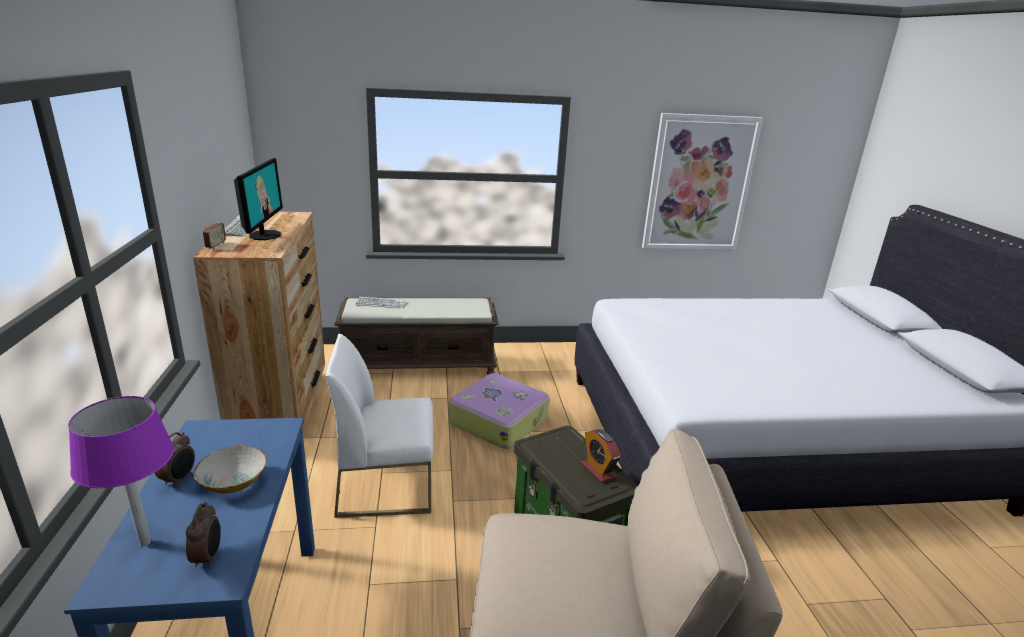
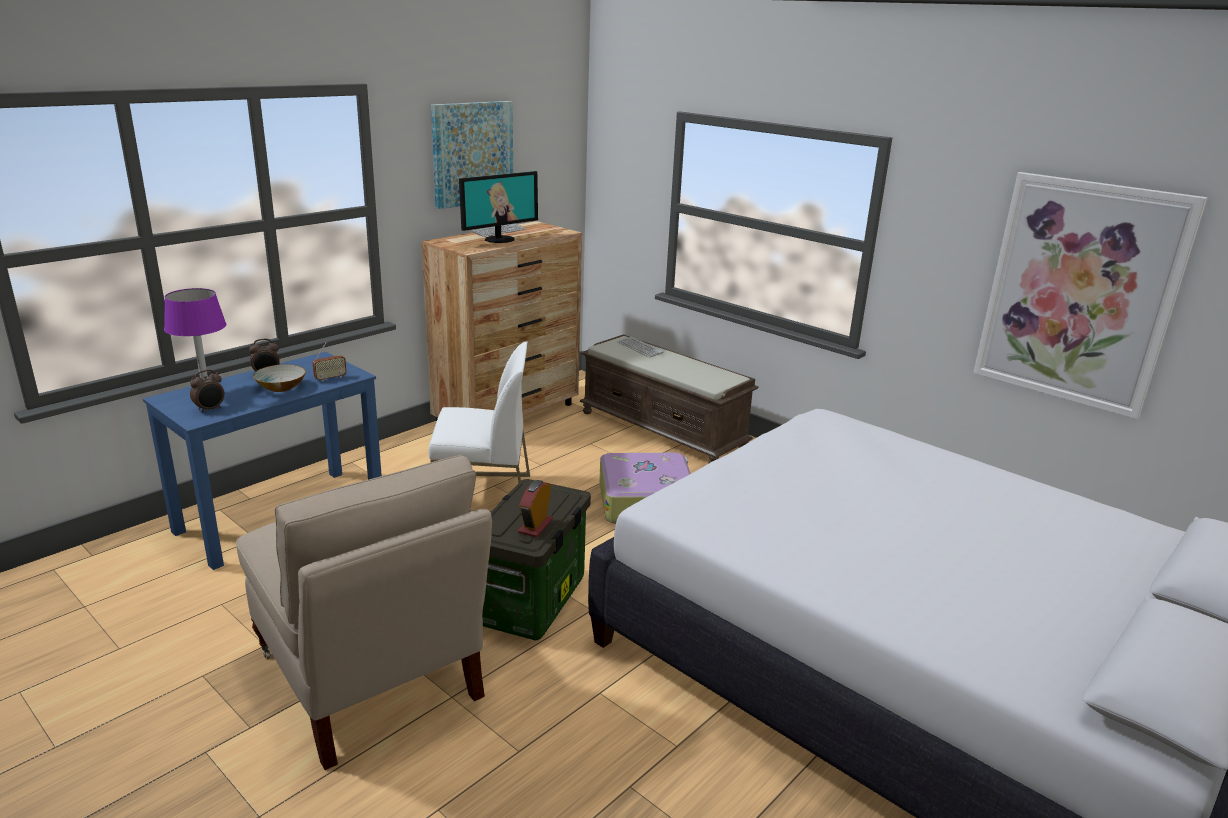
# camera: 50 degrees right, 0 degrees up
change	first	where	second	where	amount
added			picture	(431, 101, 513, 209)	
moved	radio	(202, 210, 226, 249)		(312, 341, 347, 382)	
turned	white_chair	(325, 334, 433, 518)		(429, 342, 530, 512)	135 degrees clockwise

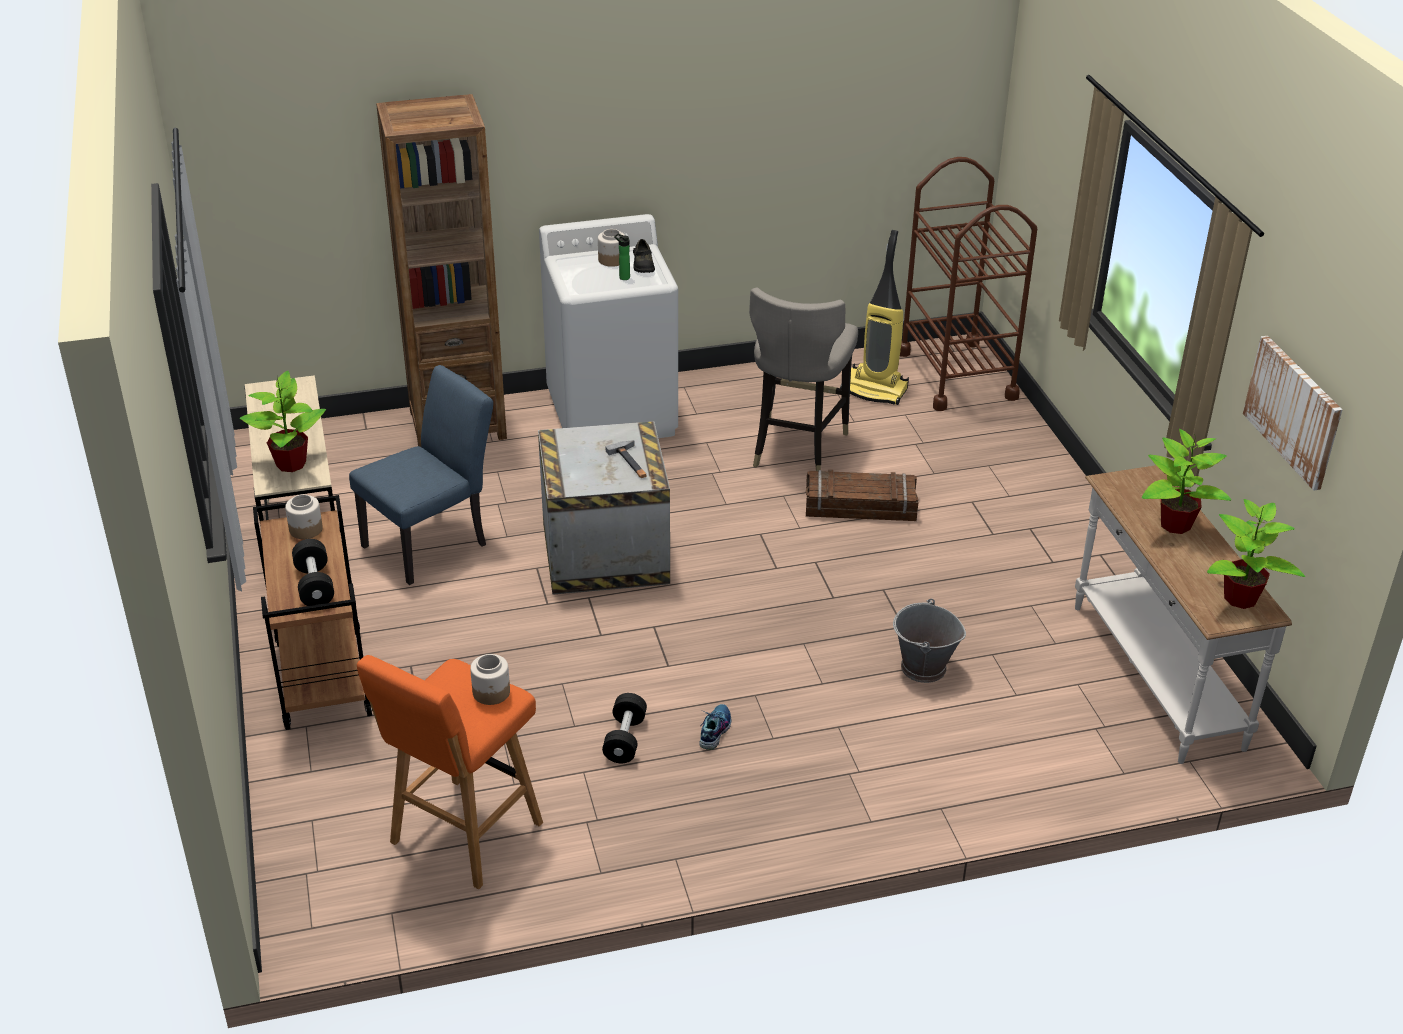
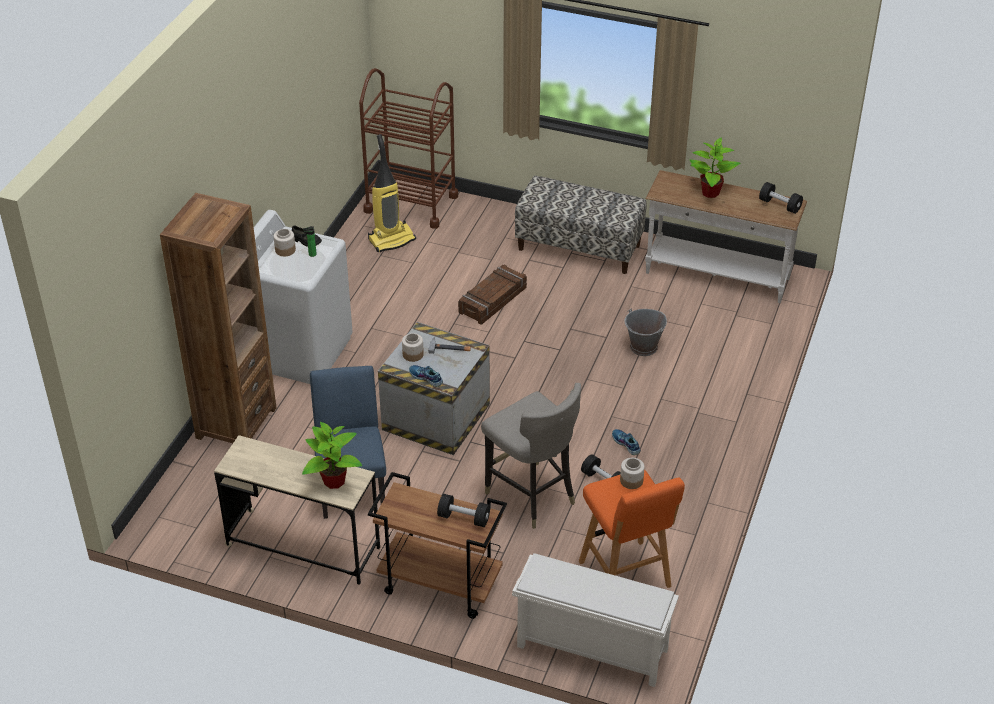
# camera: 55 degrees left, 5 degrees up
change	first	where	second	where	amount
removed	picture	(1243, 336, 1342, 491)			
added			shoe	(409, 365, 443, 387)	
added			white_shoe_rack	(512, 553, 679, 687)	
added			bench	(515, 176, 646, 274)	
moved	jar	(285, 494, 323, 539)		(402, 333, 424, 362)	
moved	grey_stool	(749, 287, 858, 471)		(481, 383, 581, 529)	
replaced	potted_plant	(1207, 499, 1305, 609)	black_dumbbell	(759, 182, 803, 214)	

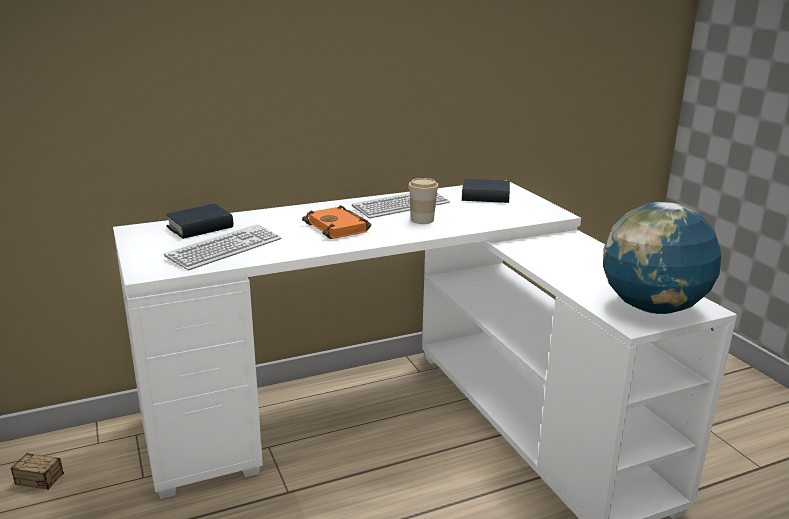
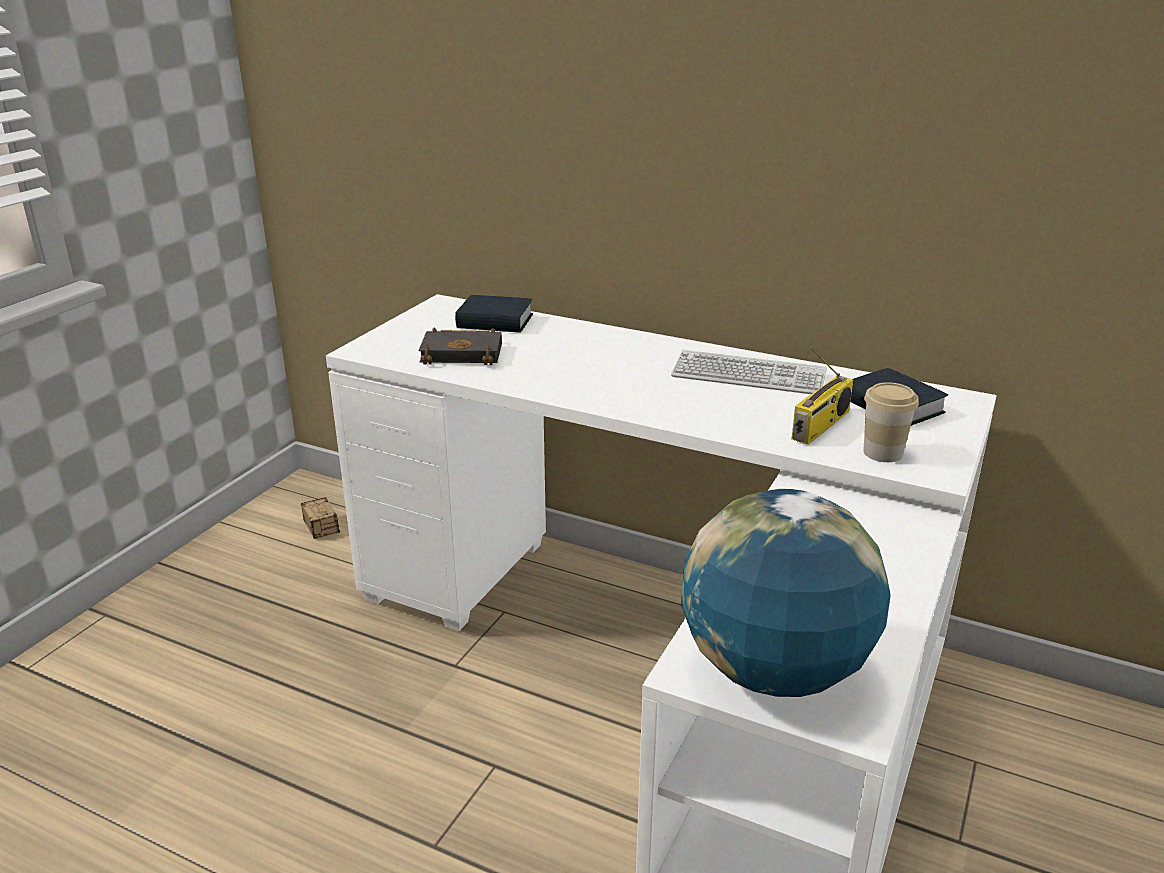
# camera: 50 degrees right, 5 degrees up
change	first	where	second	where	amount
removed	orange_book	(302, 205, 371, 239)			
added			radio	(792, 347, 853, 445)	
moved	cup	(408, 178, 439, 224)		(863, 382, 919, 462)	
replaced	keyboard	(164, 224, 281, 270)	black_book	(419, 328, 502, 365)	

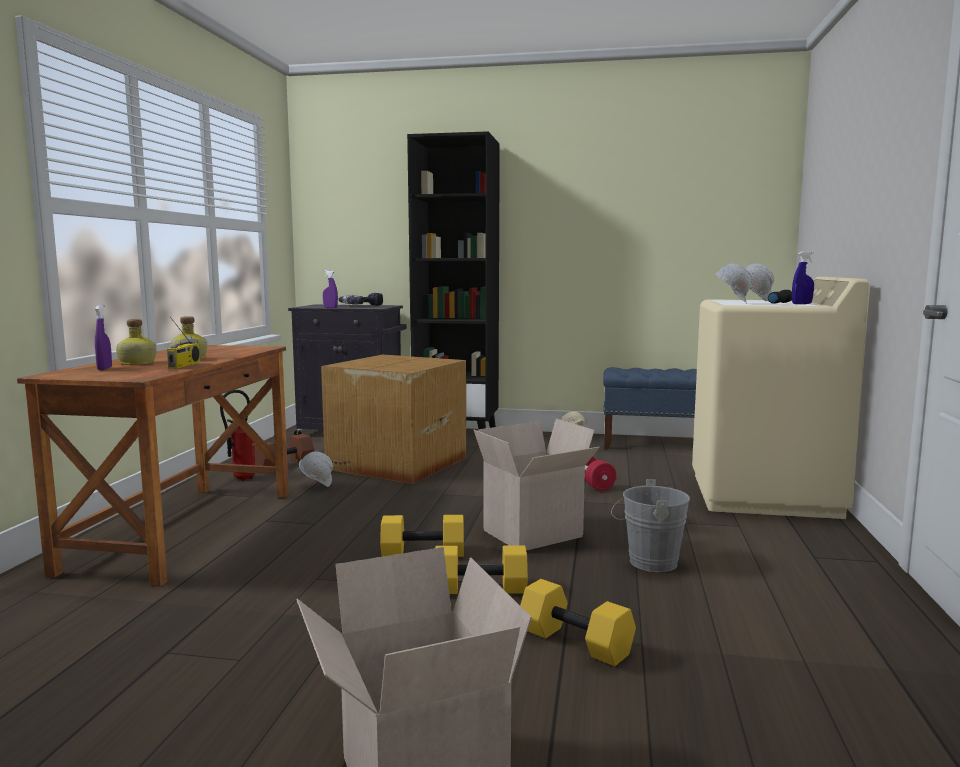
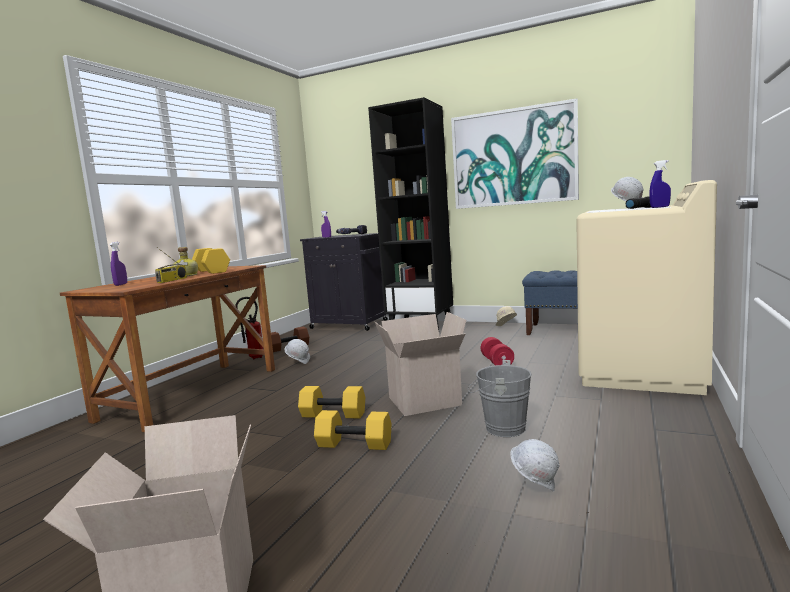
# camera: 15 degrees right, 0 degrees up
change	first	where	second	where	amount
removed	bottle	(116, 319, 156, 365)			
removed	cardboard_box	(321, 355, 466, 484)			
added			picture	(451, 98, 579, 209)	
moved	yellow_dumbbell	(520, 579, 636, 666)		(192, 248, 230, 274)	
moved	white_hard_hat	(715, 264, 752, 304)		(510, 439, 560, 492)	

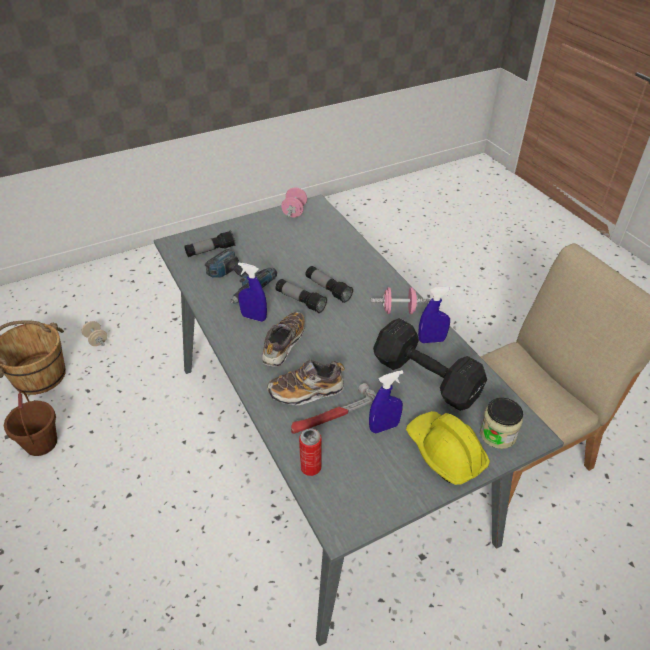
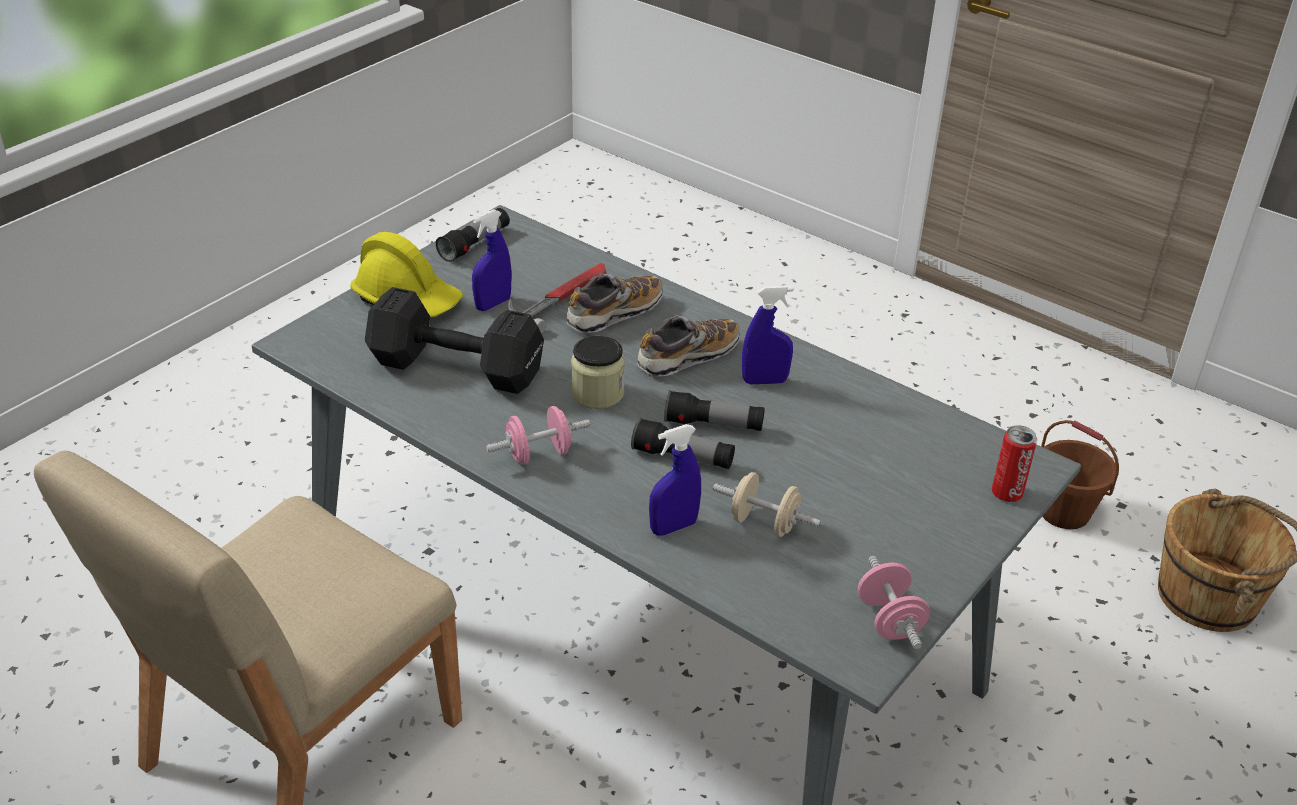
# camera: 155 degrees right, 5 degrees down
change	first	where	second	where	amount
removed	power_drill	(205, 249, 277, 304)			
moved	beige_dumbbell	(81, 321, 107, 346)		(713, 472, 821, 537)	
moved	flashlight	(184, 231, 236, 257)		(436, 208, 510, 262)	
moved	can	(299, 429, 322, 476)		(992, 425, 1037, 502)	
moved	blue_spray_bottle	(418, 286, 453, 343)		(649, 424, 701, 536)	
moved	jar	(480, 398, 523, 449)		(571, 336, 625, 409)	
turned	shoe	(262, 312, 305, 367)		(637, 315, 739, 376)	120 degrees counterclockwise

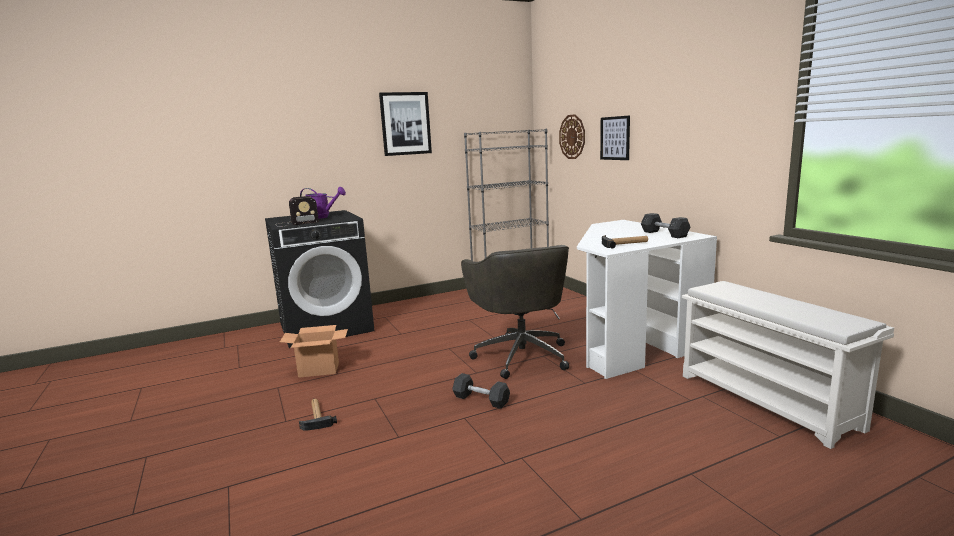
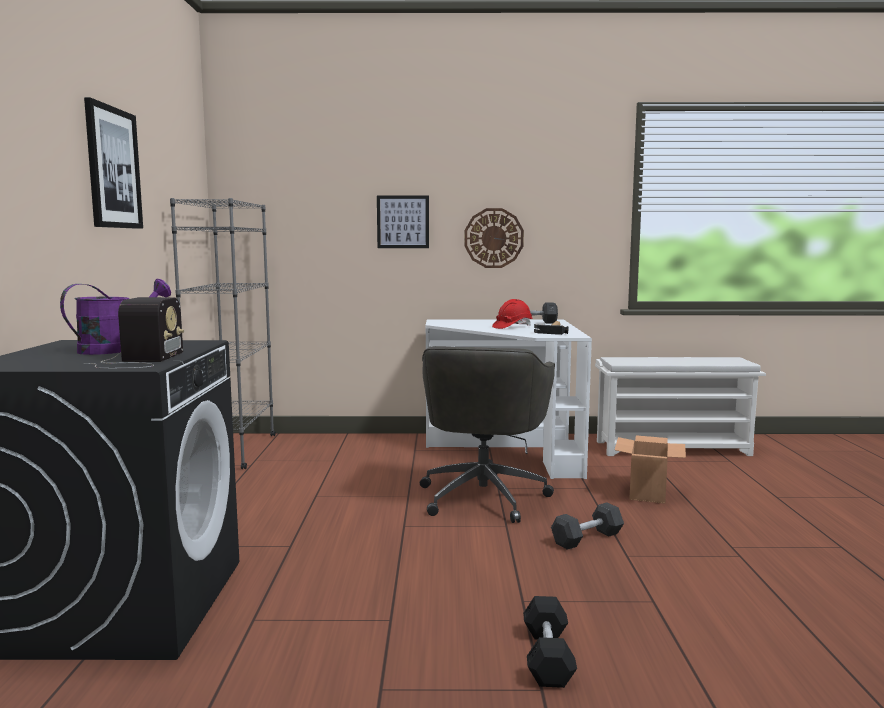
# camera: 65 degrees left, 5 degrees down
change	first	where	second	where	amount
added			red_hard_hat	(492, 299, 532, 329)	
moved	cardboard_box	(280, 325, 348, 378)		(615, 435, 686, 504)	
moved	wall_clock	(559, 114, 585, 159)		(464, 208, 524, 268)	
replaced	hammer	(299, 399, 337, 431)	black_dumbbell	(523, 596, 577, 688)	
turned	grey_office_chair	(461, 245, 569, 379)		(420, 346, 555, 523)	90 degrees clockwise

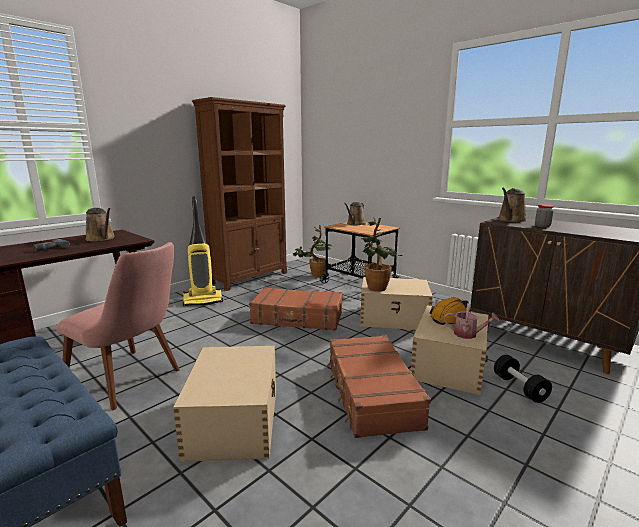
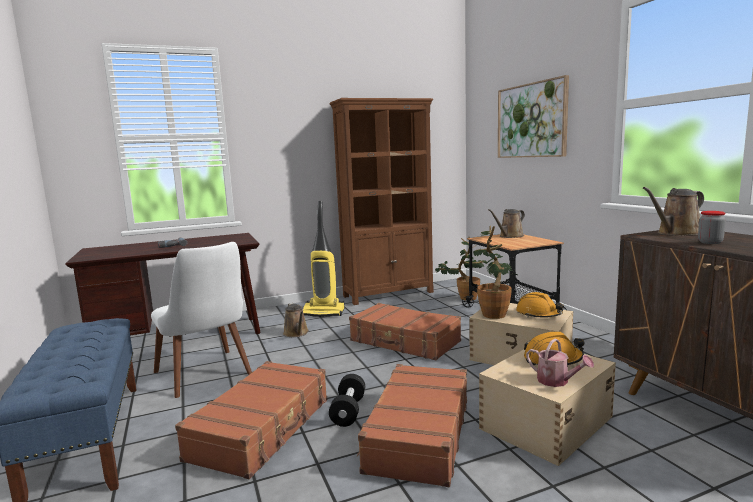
# camera: 25 degrees right, 5 degrees down
change	first	where	second	where	amount
added			picture	(498, 75, 569, 158)	
added			orange_hard_hat	(516, 292, 564, 318)	
moved	brown_watering_can	(85, 208, 115, 241)		(283, 303, 309, 337)	
moved	black_dumbbell	(494, 355, 552, 403)		(329, 374, 365, 427)	
replaced	beige_storage_box	(173, 346, 276, 462)	brown_suitcase	(175, 361, 327, 479)	
recoloured	pink_chair	(56, 242, 180, 410)	white_chair	(151, 242, 252, 398)	

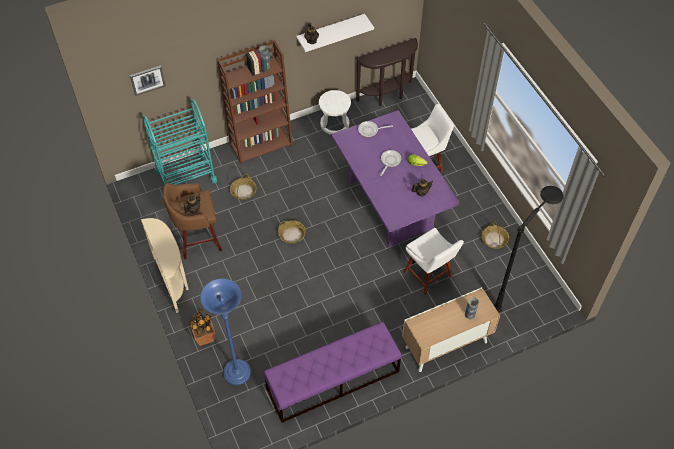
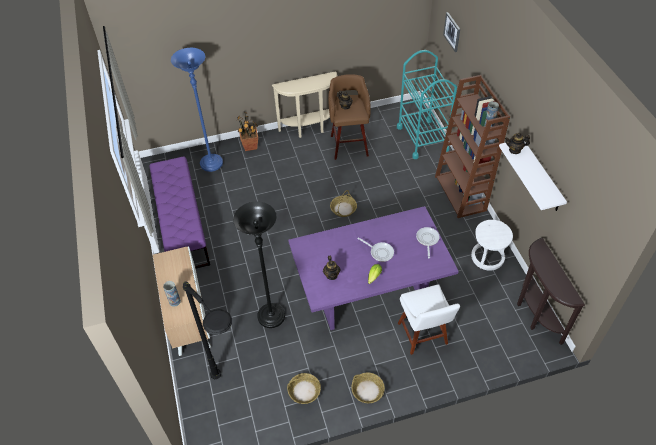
# camera: 100 degrees right, 5 degrees down
change	first	where	second	where	amount
moved	basket	(230, 174, 257, 200)		(351, 372, 385, 403)	
replaced	white_chair	(404, 228, 464, 295)	black_floor_lamp	(233, 201, 285, 328)	

